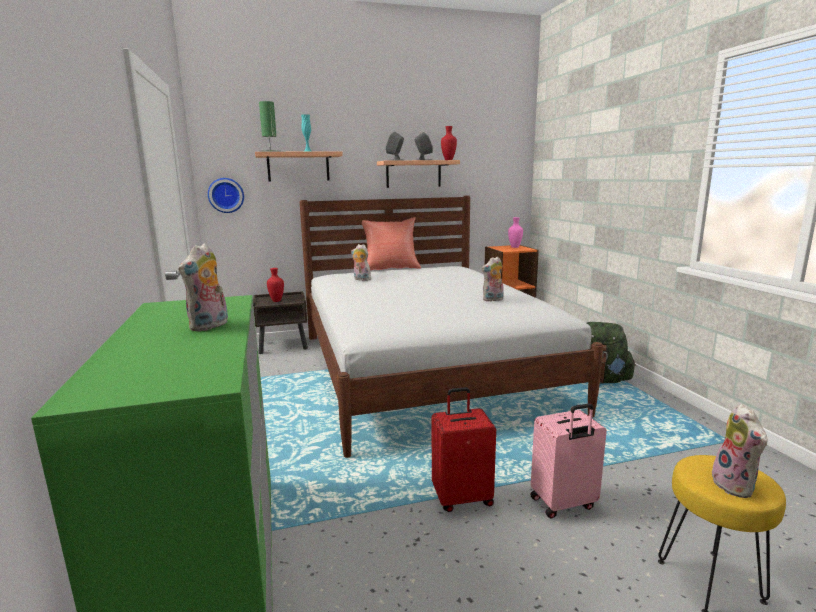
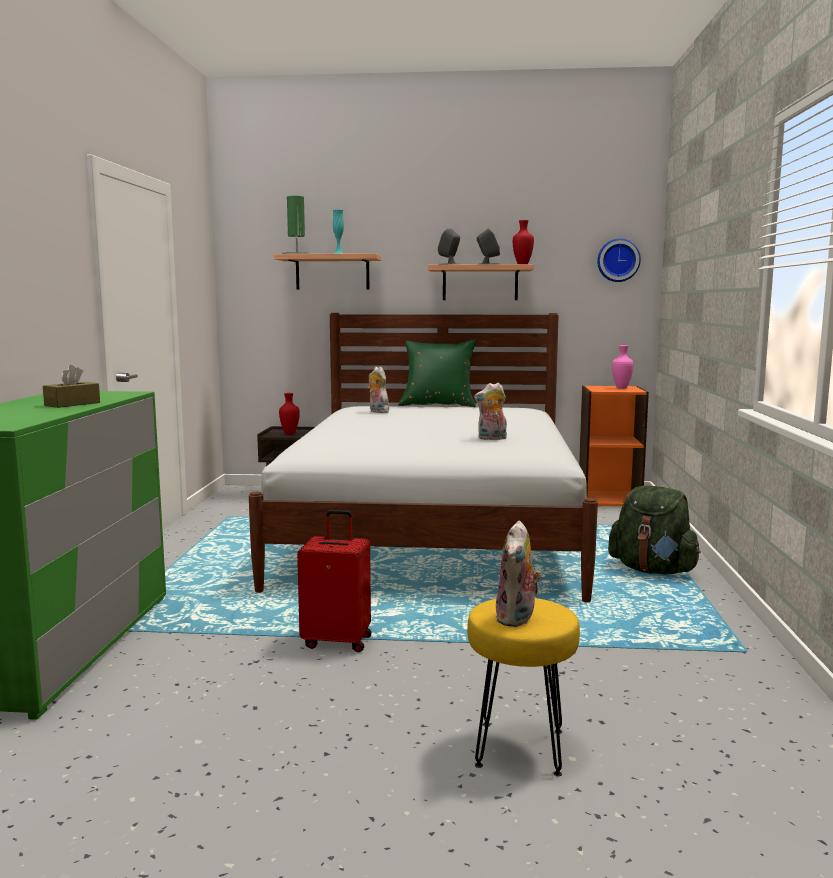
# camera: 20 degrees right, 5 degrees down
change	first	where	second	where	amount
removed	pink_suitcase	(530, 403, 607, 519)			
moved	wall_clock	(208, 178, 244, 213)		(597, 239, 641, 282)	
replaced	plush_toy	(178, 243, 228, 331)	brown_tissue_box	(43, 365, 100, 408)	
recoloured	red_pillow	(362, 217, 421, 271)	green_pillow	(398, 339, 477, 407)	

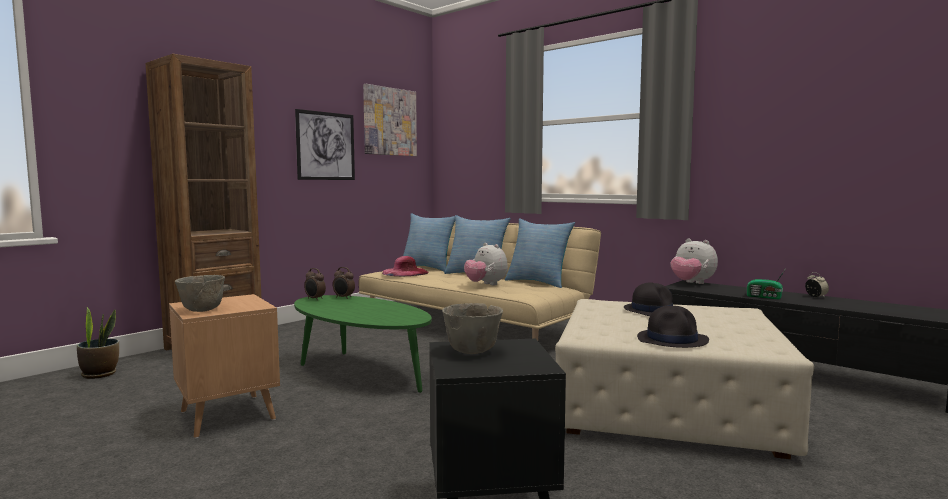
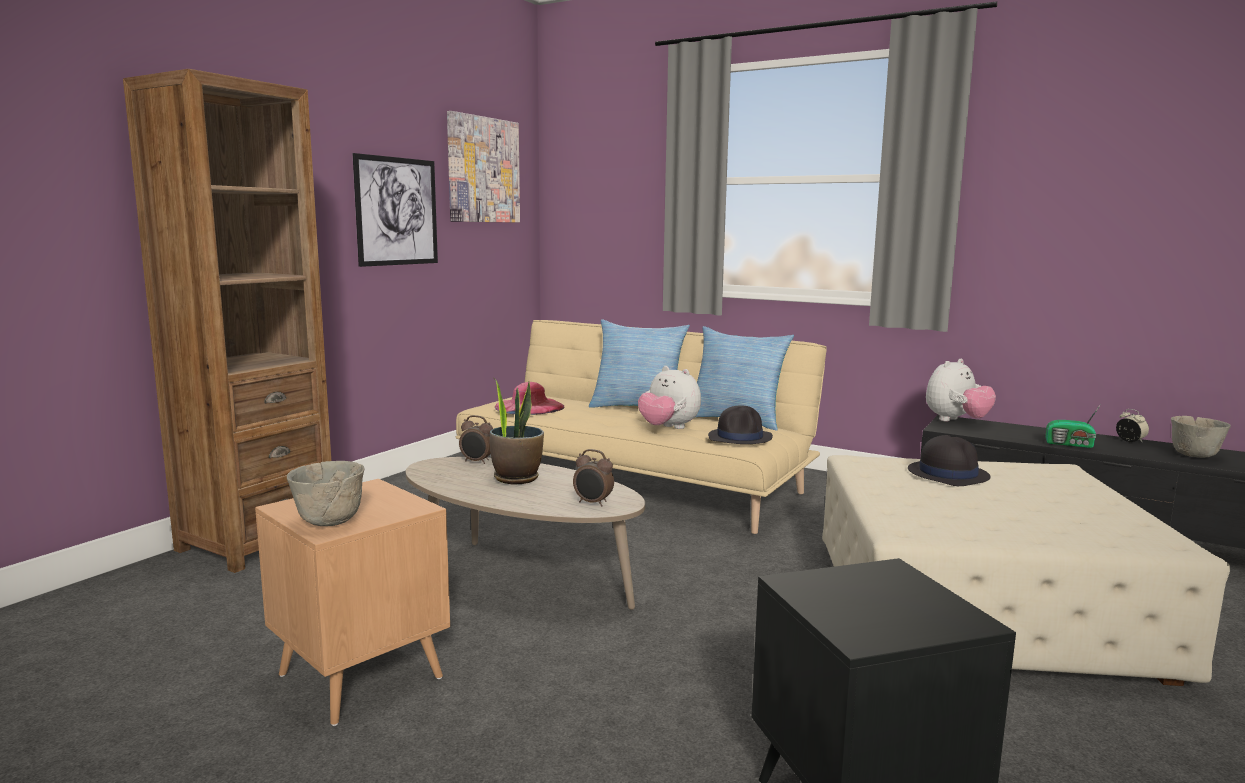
# camera: 10 degrees left, 5 degrees up
change	first	where	second	where	amount
removed	pillow	(403, 213, 455, 272)			
moved	potted_plant	(77, 307, 119, 379)		(490, 377, 544, 484)	
moved	alarm_clock	(304, 268, 326, 301)		(573, 449, 614, 506)	
moved	grey_bowl	(443, 303, 503, 354)		(1171, 416, 1231, 458)	
moved	black_hat	(637, 306, 709, 348)		(708, 406, 773, 444)	
recoloured	green_coffee_table	(294, 295, 432, 393)	beige_coffee_table	(406, 457, 645, 610)	
turned	plush_toy	(670, 239, 718, 284)		(926, 359, 996, 421)	75 degrees counterclockwise

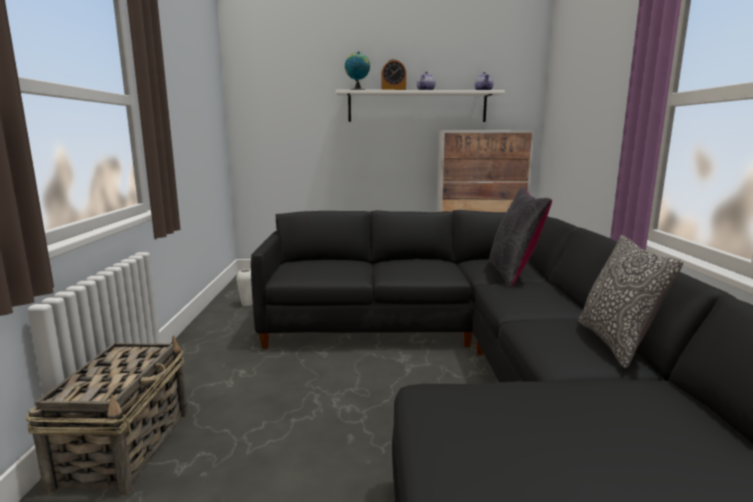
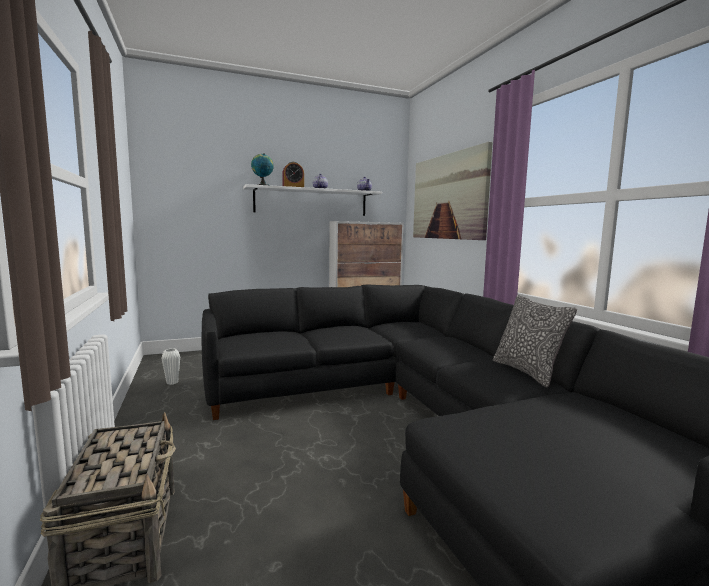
# camera: 20 degrees left, 5 degrees down
change	first	where	second	where	amount
removed	black_pillow	(489, 188, 552, 288)			
added			picture	(413, 142, 493, 240)	

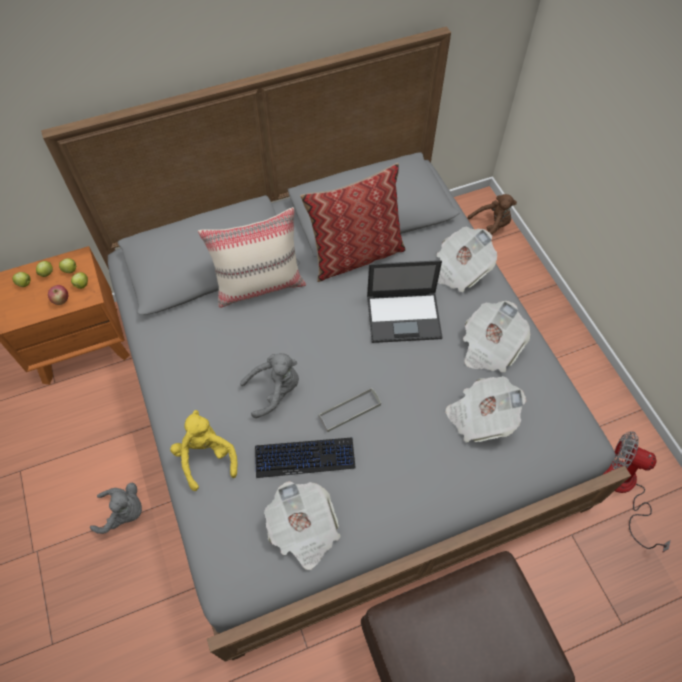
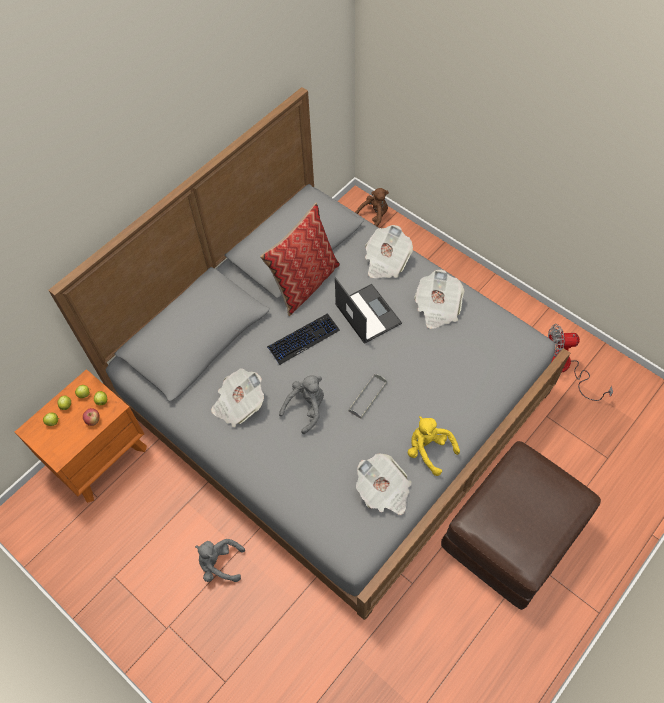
# camera: 25 degrees left, 0 degrees up
change	first	where	second	where	amount
removed	beige_pillow	(198, 207, 306, 308)			
moved	yellow_plush_toy	(170, 410, 238, 491)		(408, 416, 460, 476)	
moved	keyboard	(255, 437, 356, 478)		(267, 313, 340, 365)	
moved	newspaper	(445, 376, 526, 442)		(211, 368, 264, 427)	
turned	grey_plush_toy	(90, 483, 142, 534)		(195, 539, 245, 582)	150 degrees counterclockwise
turned	laptop	(367, 260, 443, 343)		(335, 277, 402, 344)	90 degrees counterclockwise

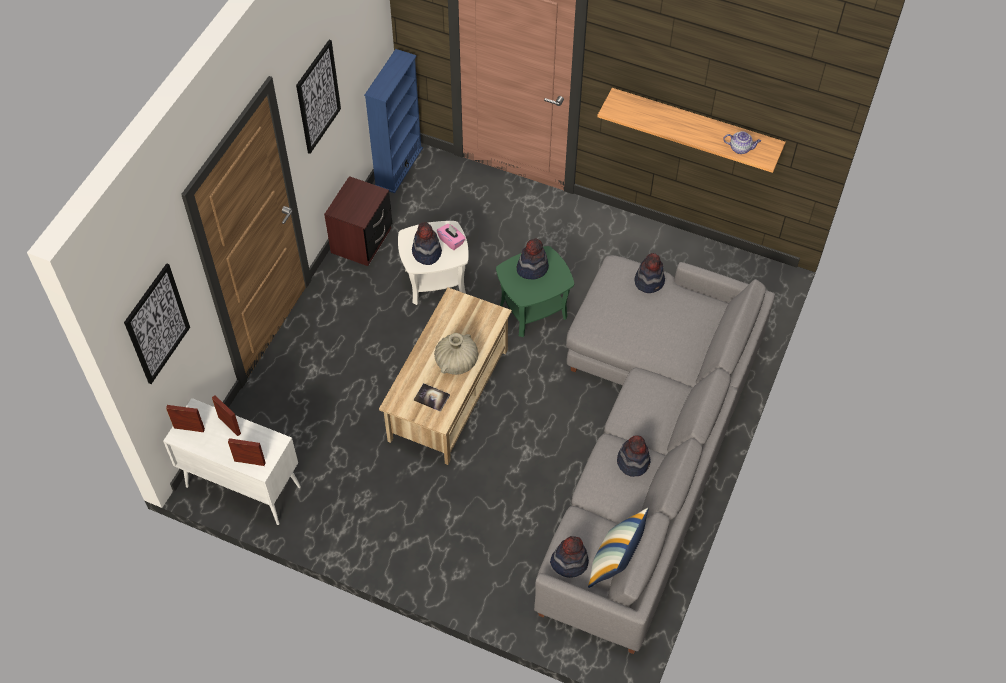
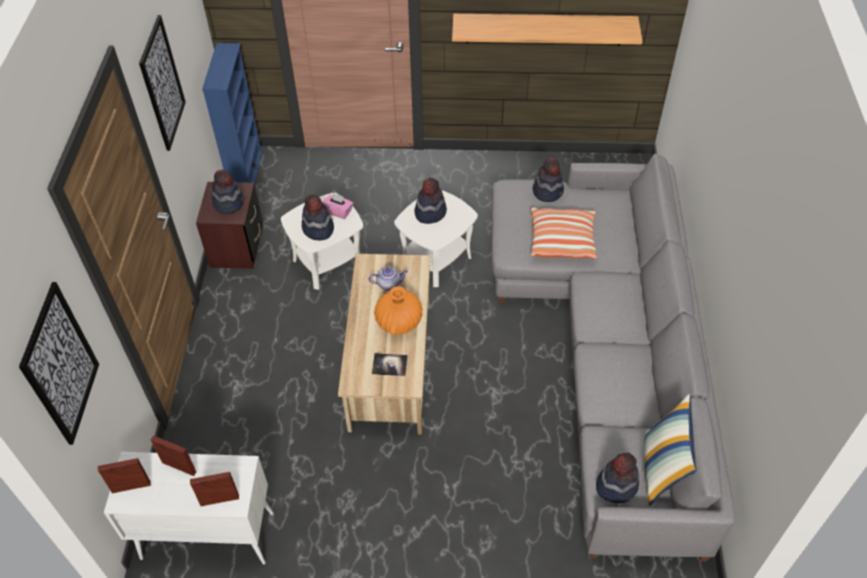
# camera: 20 degrees left, 5 degrees down
change	first	where	second	where	amount
added			pillow	(530, 207, 597, 259)	
moved	hat	(617, 435, 650, 477)		(211, 169, 244, 214)	
moved	teapot	(723, 131, 761, 154)		(369, 266, 408, 290)	
recoloured	beige_vase	(434, 333, 478, 375)	orange_vase	(374, 286, 423, 335)	
recoloured	green_side_table	(496, 246, 574, 337)	white_side_table	(394, 190, 478, 287)	

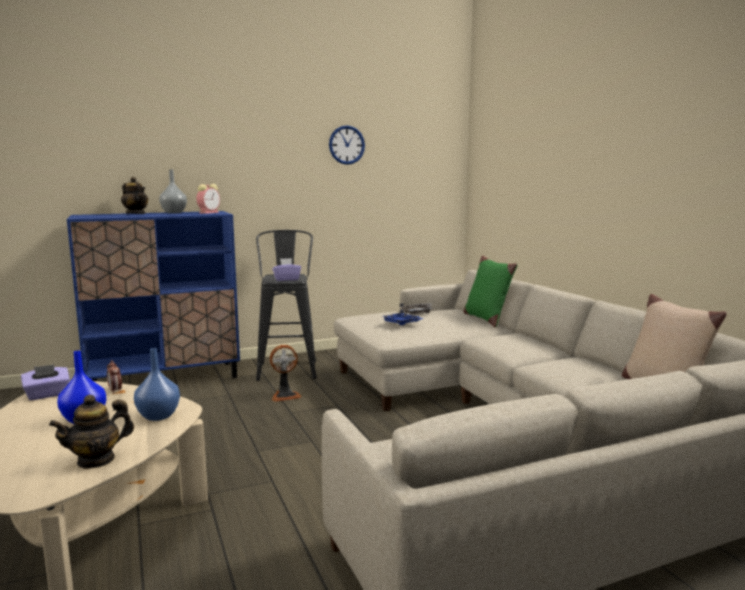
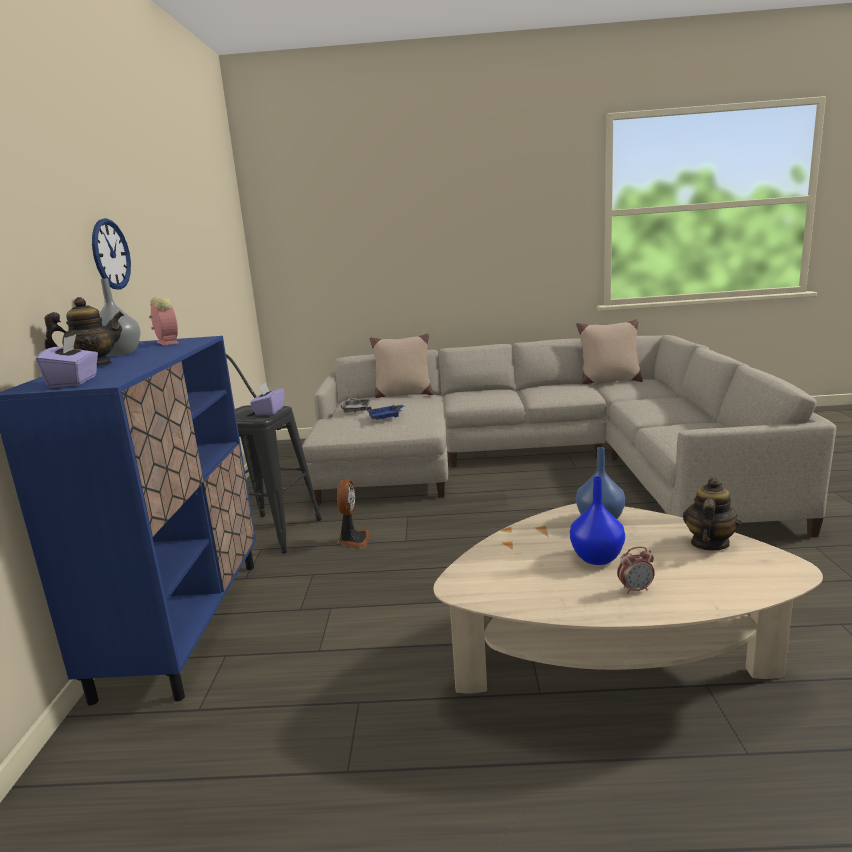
# camera: 65 degrees left, 5 degrees up
change	first	where	second	where	amount
moved	purple_tissue_box	(21, 365, 70, 400)		(36, 334, 98, 388)	
moved	alarm_clock	(107, 360, 122, 394)		(617, 546, 655, 594)	
moved	wall_clock	(329, 125, 365, 165)		(92, 218, 131, 290)	
recoloured	green_pillow	(463, 256, 517, 327)	beige_pillow	(369, 333, 433, 398)	
turned	teapot	(49, 395, 134, 469)		(683, 477, 742, 550)	135 degrees counterclockwise

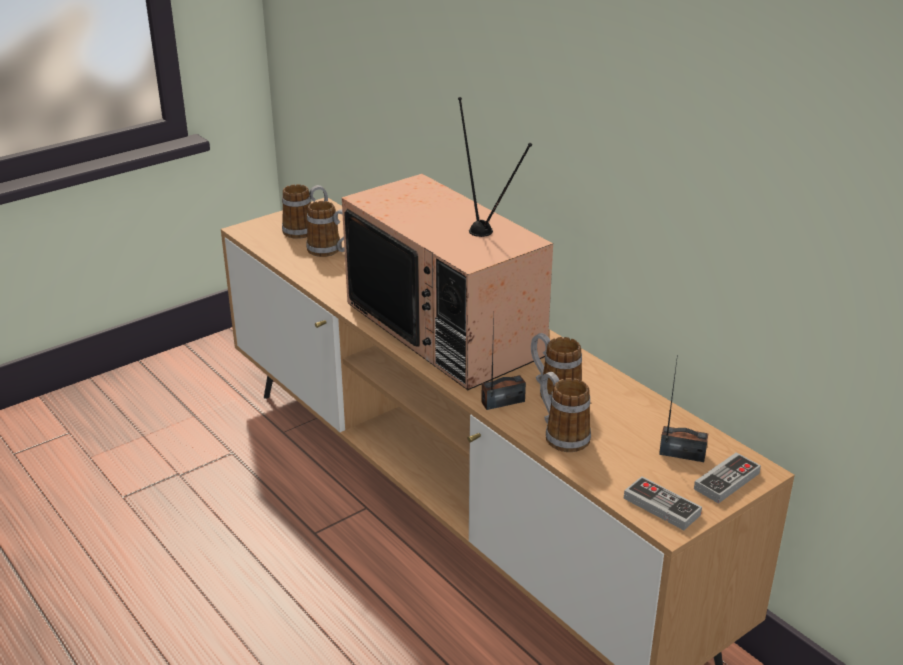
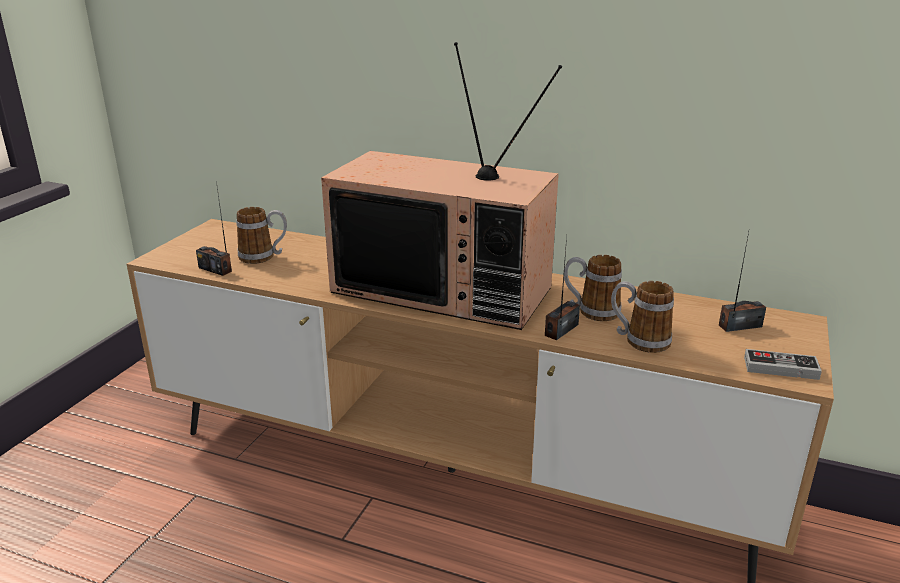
# camera: 30 degrees left, 5 degrees down
change	first	where	second	where	amount
removed	mug	(282, 184, 328, 239)			
removed	game_controller	(694, 452, 761, 504)			
added			radio	(196, 181, 232, 276)	

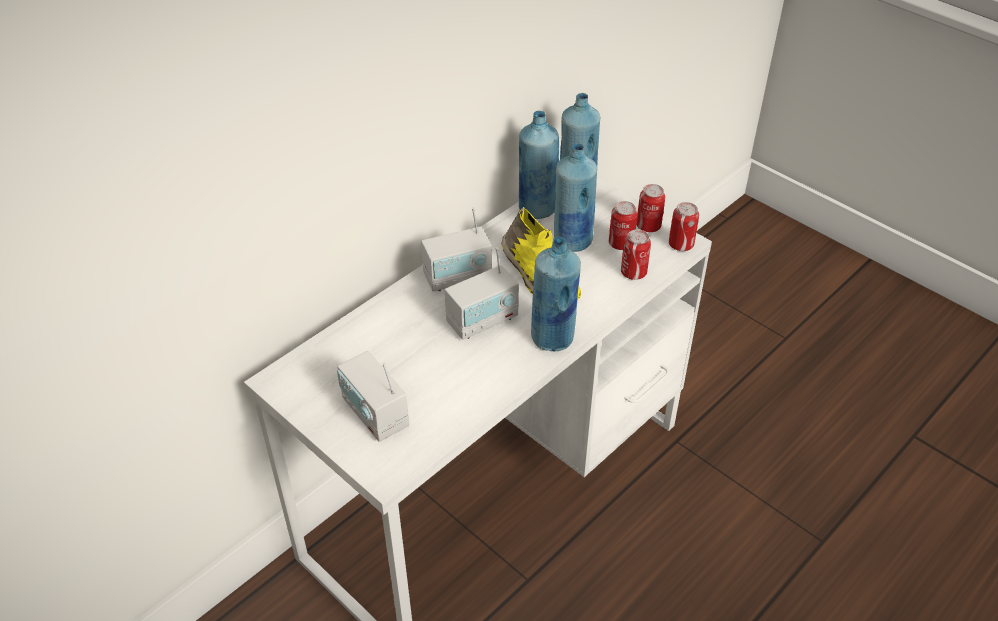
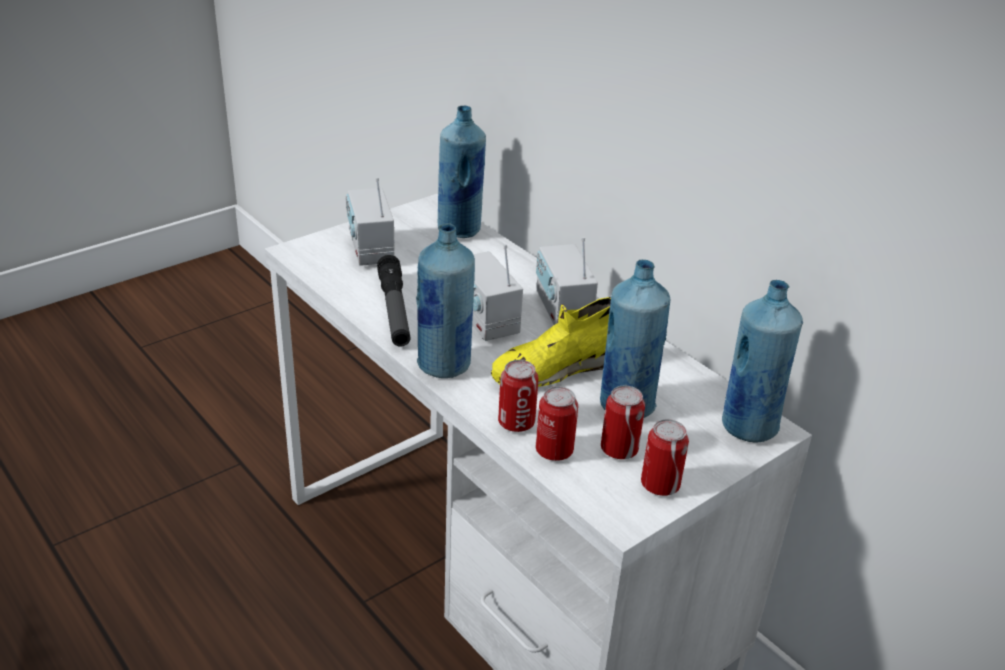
# camera: 95 degrees right, 10 degrees down
change	first	where	second	where	amount
added			flashlight	(377, 255, 411, 347)	
moved	blue_bottle	(519, 111, 559, 219)		(438, 105, 486, 238)	
moved	can	(669, 202, 699, 251)		(498, 360, 538, 432)	
turned	radio	(337, 351, 409, 442)		(346, 177, 395, 266)	75 degrees counterclockwise

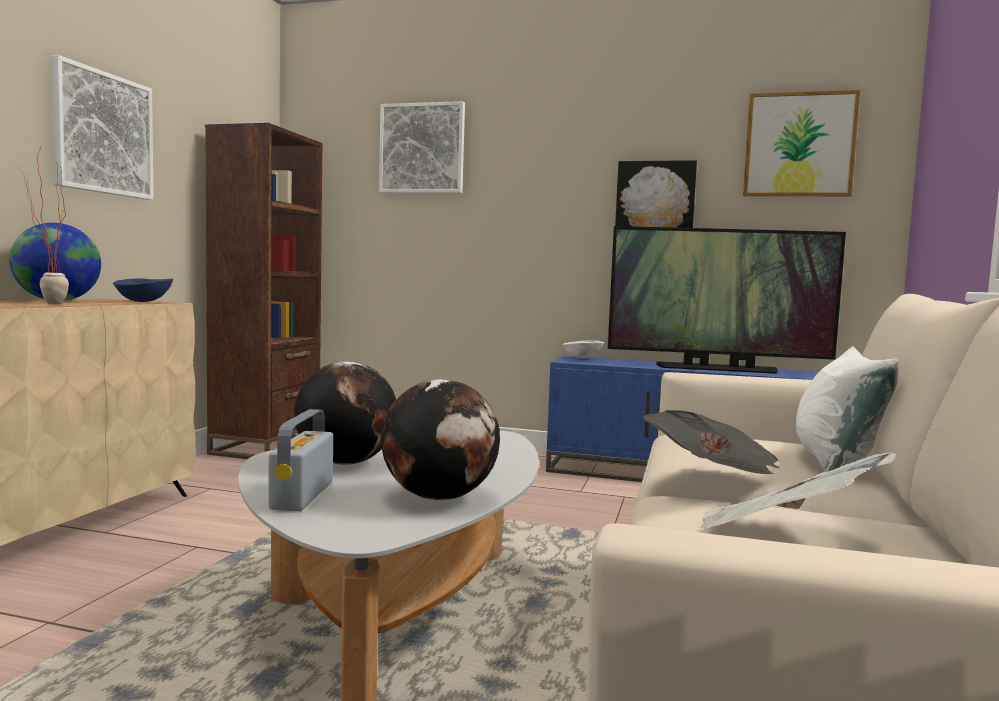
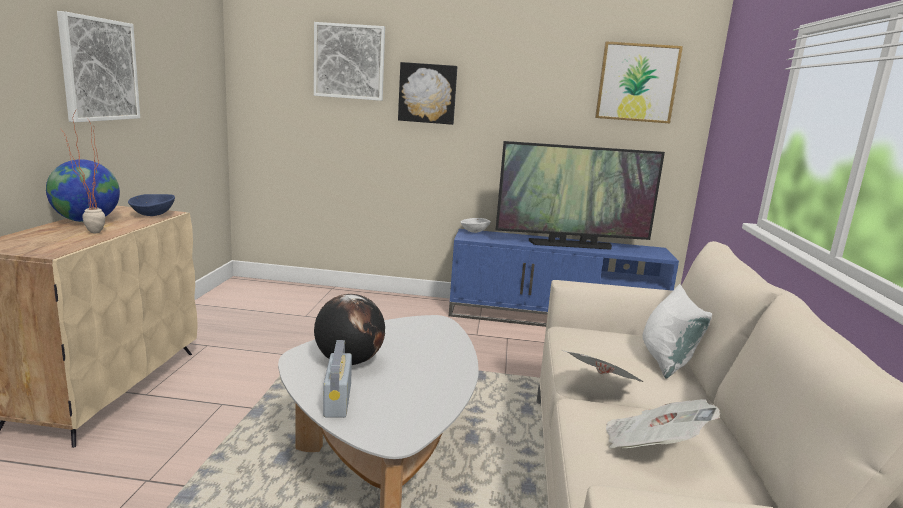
# camera: 10 degrees left, 10 degrees up
change	first	where	second	where	amount
removed	brown_bookcase	(205, 123, 322, 459)			
removed	globe	(381, 379, 500, 500)			
moved	picture	(615, 160, 697, 228)		(398, 62, 457, 125)	

